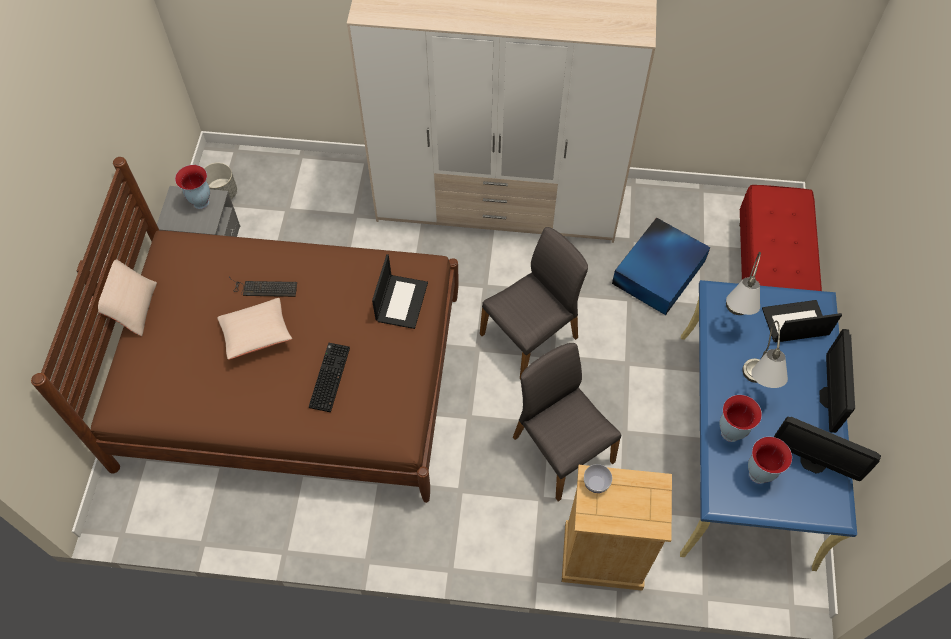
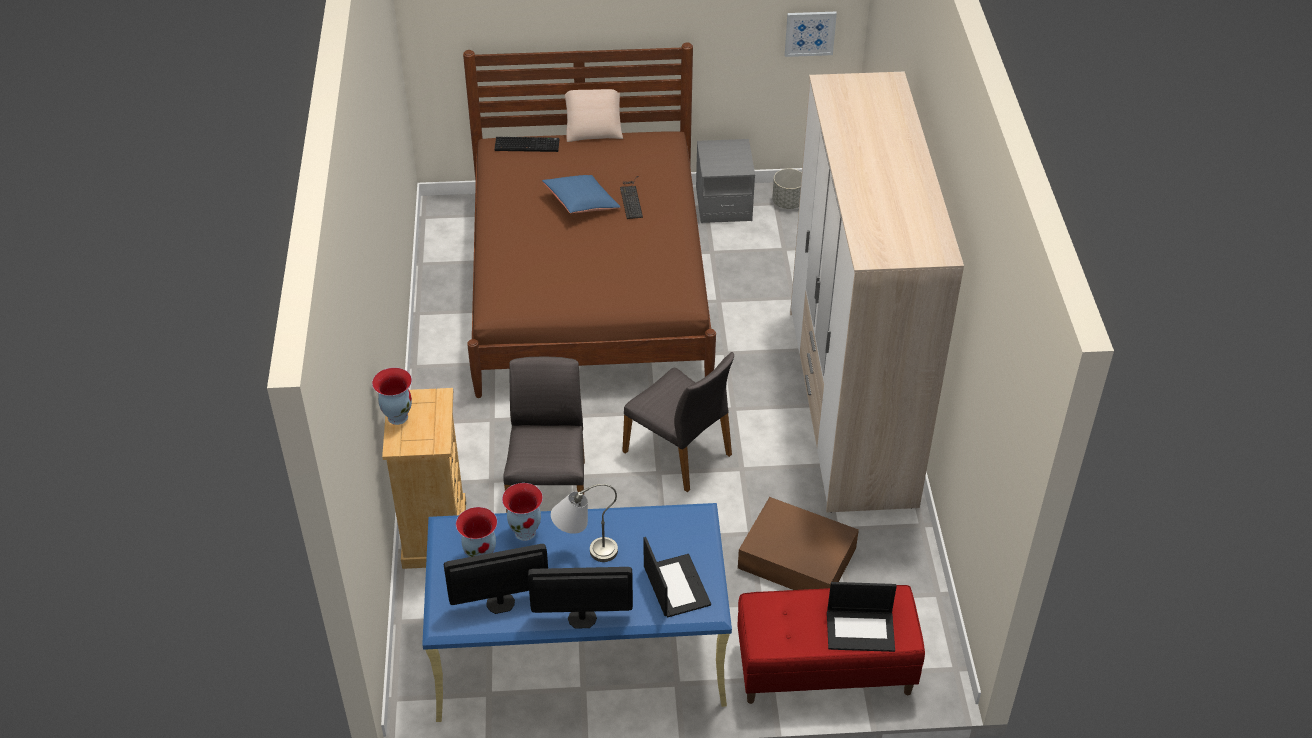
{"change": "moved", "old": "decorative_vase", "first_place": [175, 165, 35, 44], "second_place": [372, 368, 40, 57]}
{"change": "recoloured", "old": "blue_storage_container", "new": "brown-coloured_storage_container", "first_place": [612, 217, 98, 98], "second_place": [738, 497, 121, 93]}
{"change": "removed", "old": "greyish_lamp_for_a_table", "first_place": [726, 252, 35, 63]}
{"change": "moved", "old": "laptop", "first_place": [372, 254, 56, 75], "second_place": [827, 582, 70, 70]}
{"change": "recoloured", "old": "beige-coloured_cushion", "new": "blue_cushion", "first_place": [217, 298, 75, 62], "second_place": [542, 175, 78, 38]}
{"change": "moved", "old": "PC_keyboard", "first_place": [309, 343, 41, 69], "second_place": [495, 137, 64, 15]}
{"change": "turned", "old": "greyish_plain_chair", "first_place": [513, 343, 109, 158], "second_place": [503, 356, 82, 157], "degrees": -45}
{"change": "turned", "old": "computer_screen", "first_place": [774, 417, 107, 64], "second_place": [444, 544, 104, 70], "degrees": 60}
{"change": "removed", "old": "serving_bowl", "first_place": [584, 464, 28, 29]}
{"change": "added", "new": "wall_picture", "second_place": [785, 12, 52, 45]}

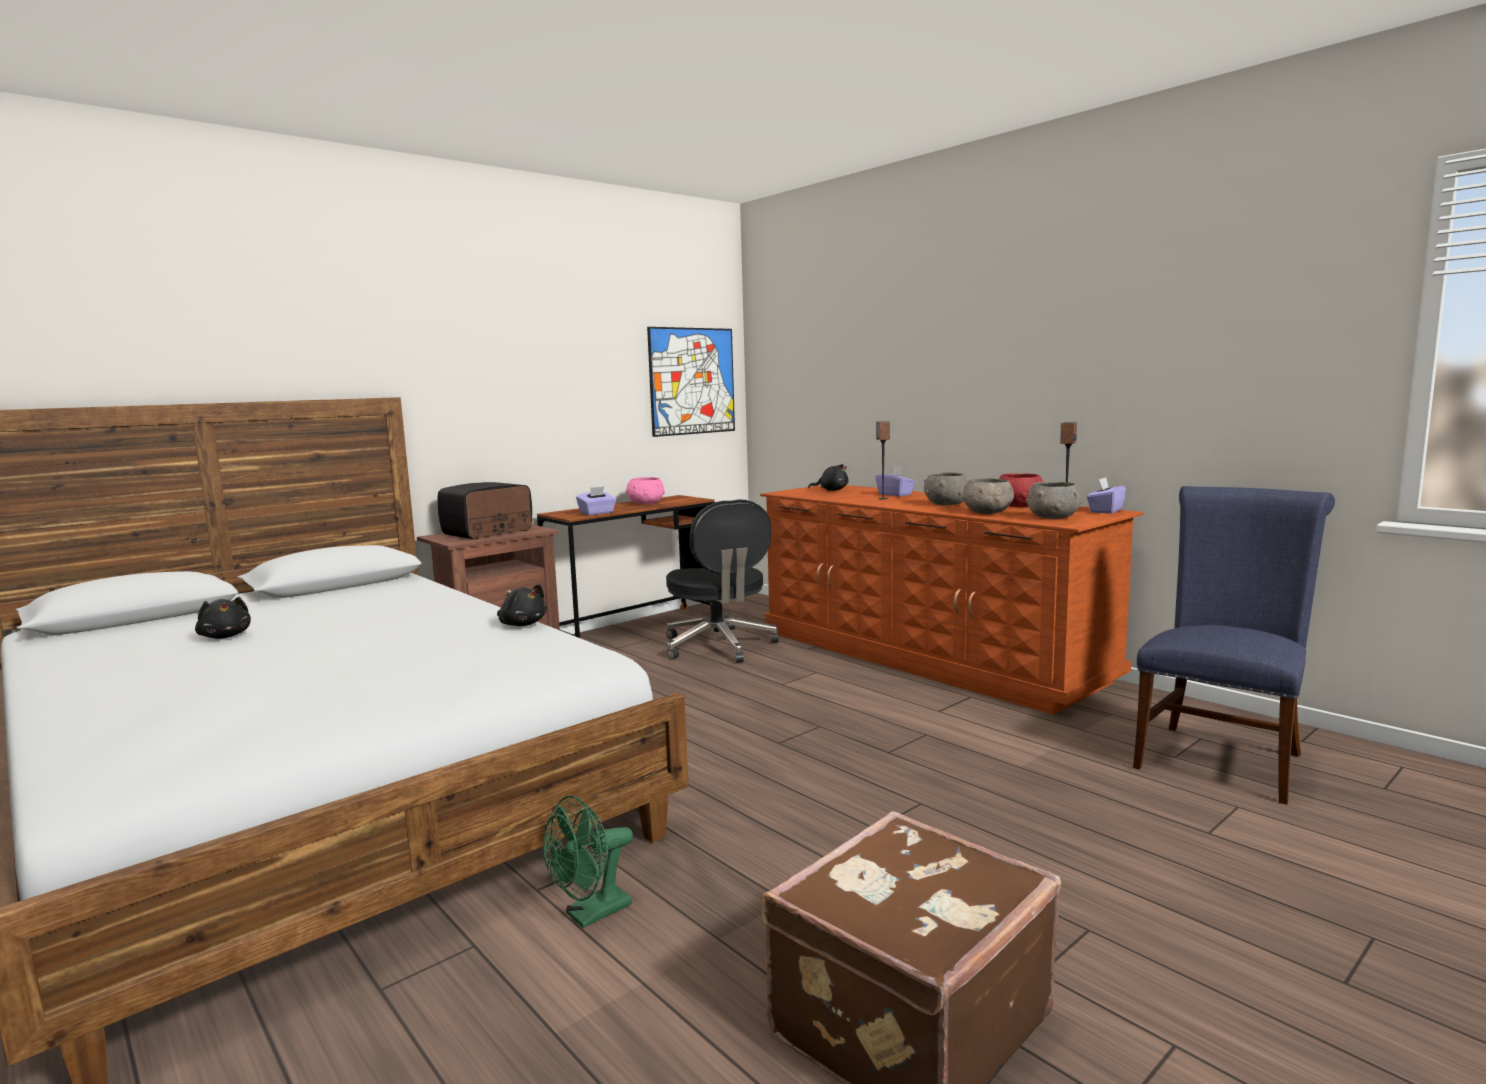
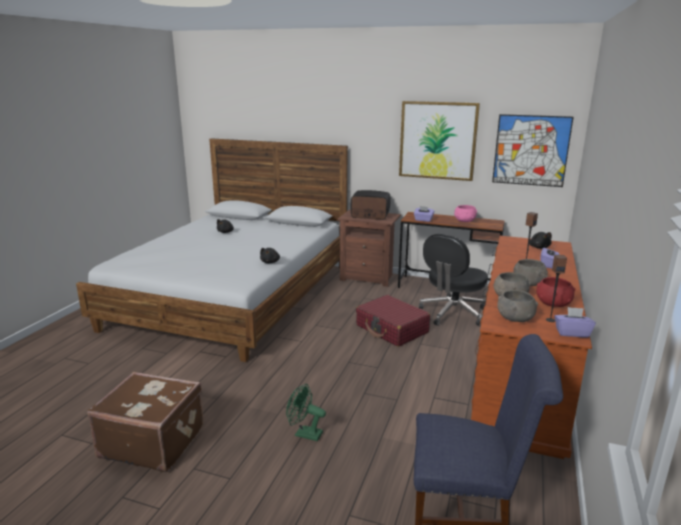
{"change": "moved", "old": "green-coloured_electric_fan", "first_place": [543, 795, 90, 133], "second_place": [286, 384, 40, 57]}
{"change": "added", "new": "wall_picture", "second_place": [399, 101, 81, 80]}
{"change": "added", "new": "reddish_piece_of_luggage", "second_place": [356, 295, 74, 52]}

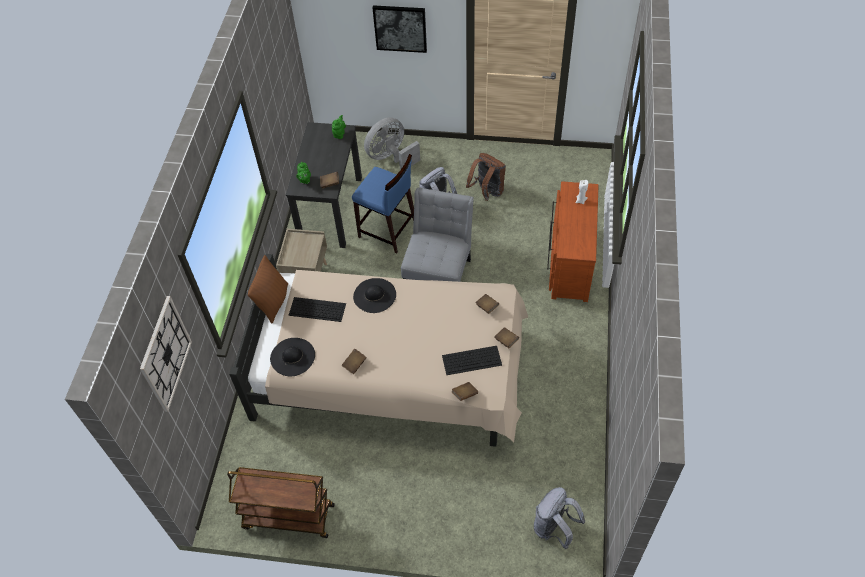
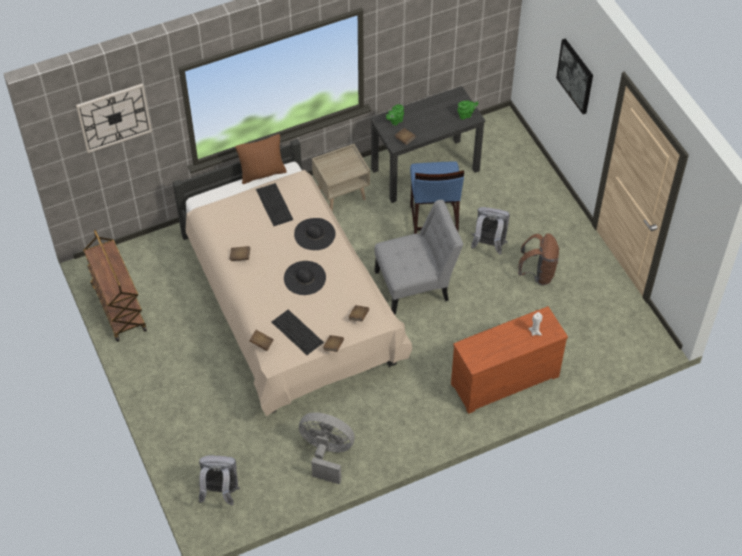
{"change": "moved", "old": "greyish_electric_fan", "first_place": [364, 117, 56, 53], "second_place": [299, 412, 56, 72]}
{"change": "moved", "old": "black_clothing_hat", "first_place": [270, 338, 45, 38], "second_place": [284, 261, 42, 34]}

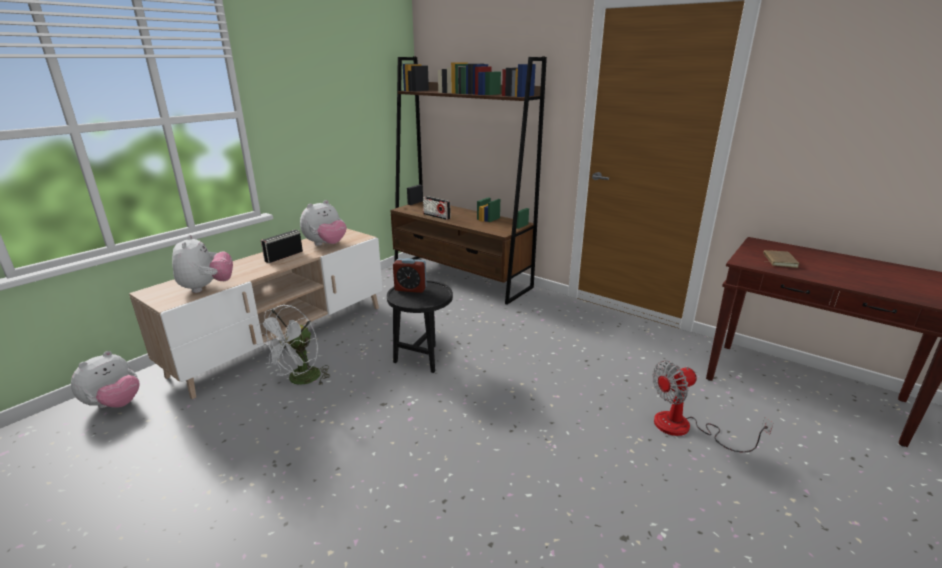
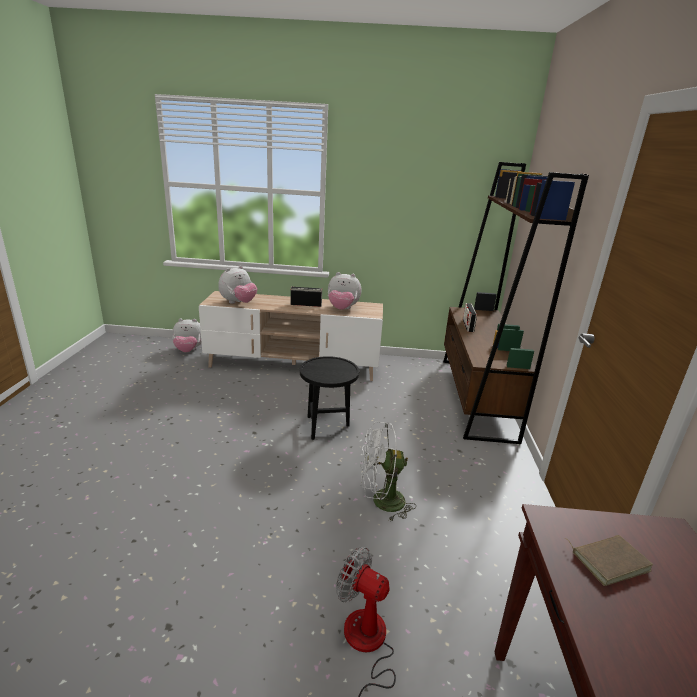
{"change": "removed", "old": "table_clock", "first_place": [393, 258, 34, 35]}
{"change": "moved", "old": "white-coloured_electric_fan", "first_place": [257, 305, 73, 80], "second_place": [360, 421, 56, 101]}

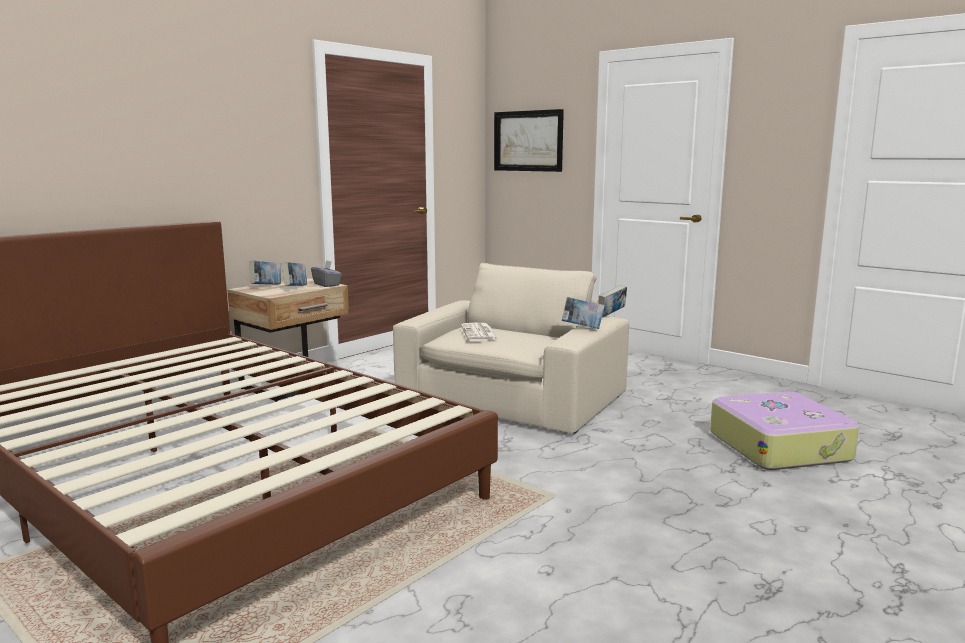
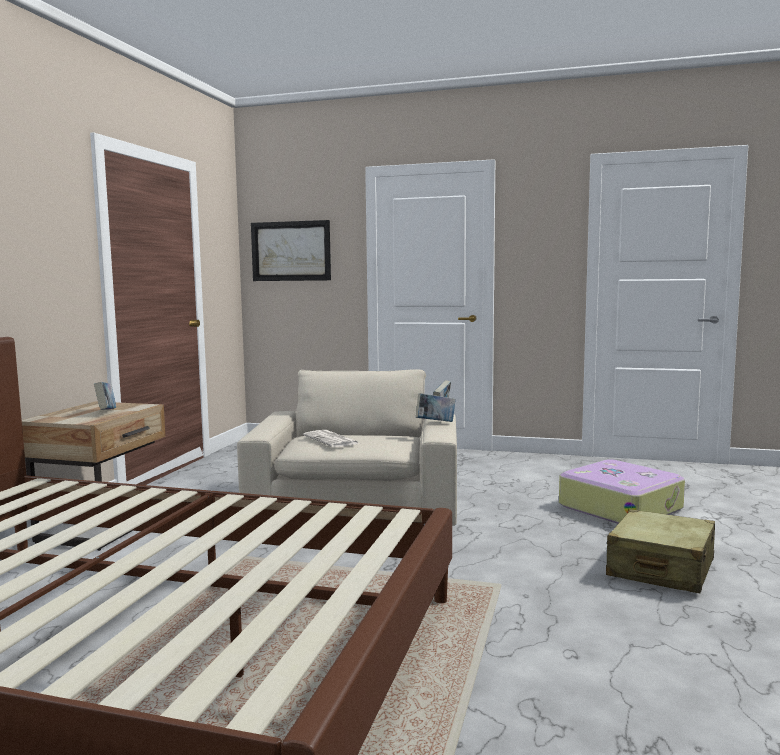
{"change": "removed", "old": "greyish_box_of_tissues", "first_place": [311, 260, 31, 27]}
{"change": "removed", "old": "bound_book", "first_place": [249, 261, 32, 24]}
{"change": "added", "new": "beige-coloured_piece_of_luggage", "second_place": [606, 509, 109, 84]}

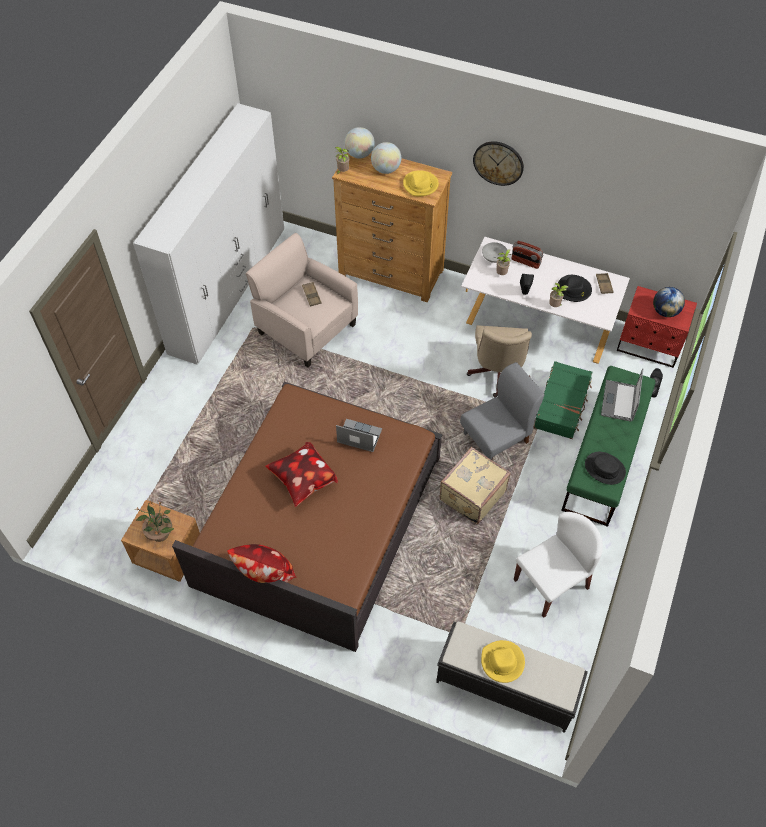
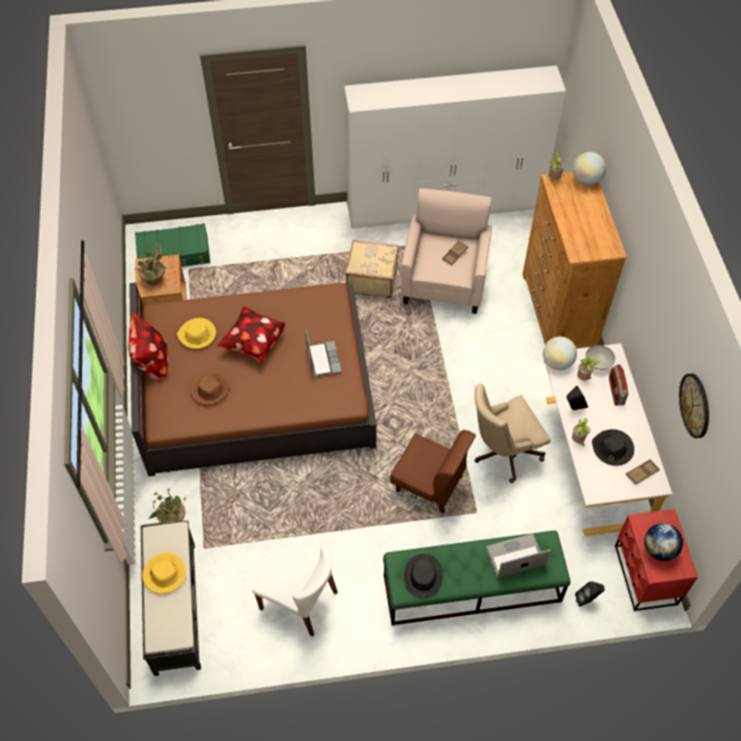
{"change": "moved", "old": "clock_on_the_wall", "first_place": [473, 141, 51, 45], "second_place": [679, 373, 30, 65]}
{"change": "moved", "old": "world_globe", "first_place": [371, 142, 30, 32], "second_place": [543, 337, 34, 33]}
{"change": "moved", "old": "yellow-coloured_clothing_hat", "first_place": [403, 170, 36, 26], "second_place": [177, 318, 39, 31]}
{"change": "moved", "old": "green-coloured_piece_of_luggage", "first_place": [533, 361, 60, 78], "second_place": [135, 223, 75, 44]}
{"change": "recoloured", "old": "greyish_plain_chair", "new": "brown-coloured_plain_chair", "first_place": [460, 362, 84, 98], "second_place": [390, 430, 86, 83]}
{"change": "moved", "old": "beige-coloured_piece_of_luggage", "first_place": [439, 447, 72, 78], "second_place": [345, 240, 54, 59]}
{"change": "added", "new": "brown-coloured_clothing_hat", "second_place": [190, 372, 40, 33]}
{"change": "added", "new": "houseplant", "second_place": [149, 488, 38, 35]}

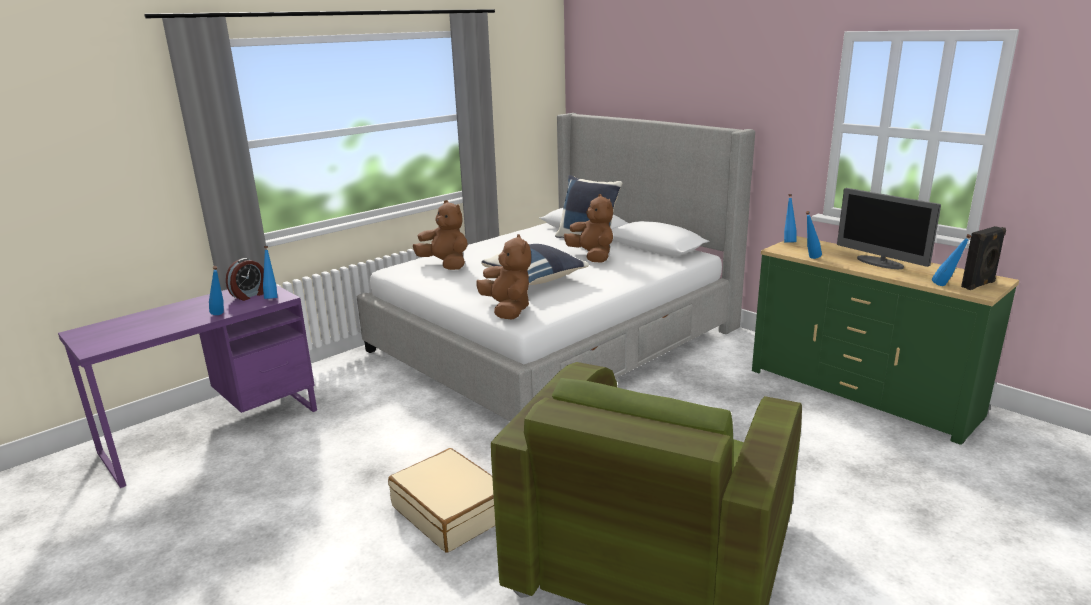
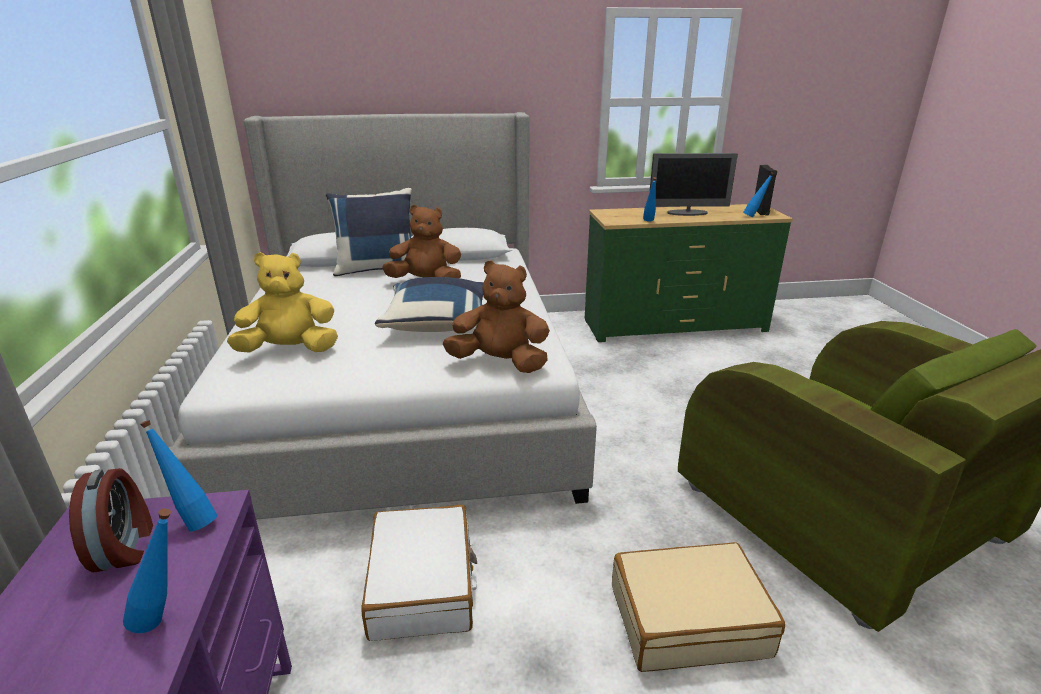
{"change": "removed", "old": "blue_bottle", "first_place": [784, 194, 13, 49]}
{"change": "recoloured", "old": "brown-coloured_plush_toy", "new": "yellow-coloured_plush_toy", "first_place": [413, 200, 55, 70], "second_place": [227, 252, 111, 101]}
{"change": "added", "new": "white-coloured_piece_of_luggage", "second_place": [361, 505, 116, 136]}

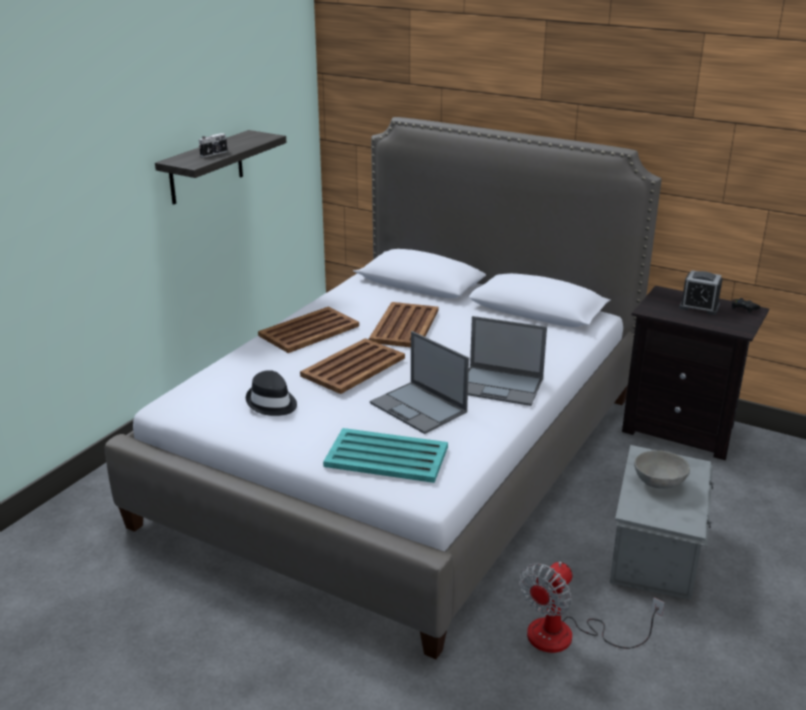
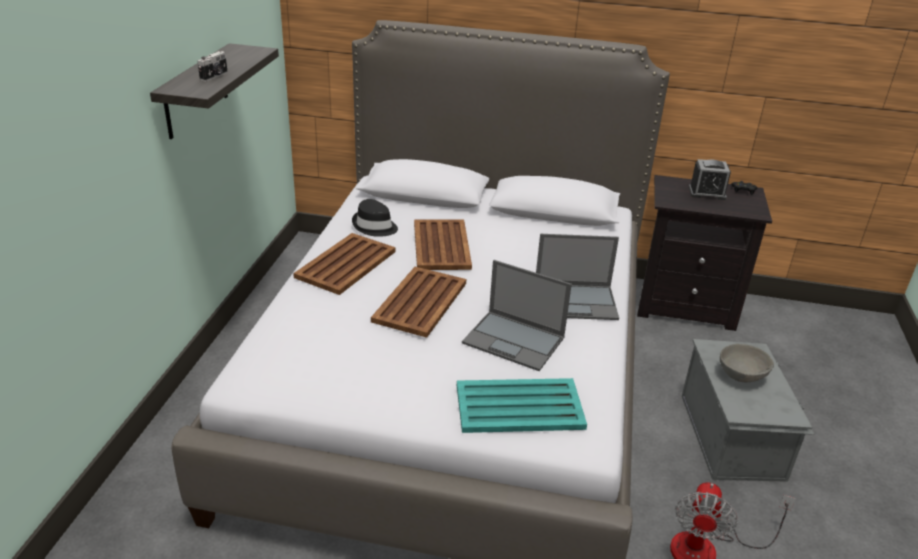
{"change": "moved", "old": "black_clothing_hat", "first_place": [246, 370, 51, 46], "second_place": [352, 199, 46, 38]}

